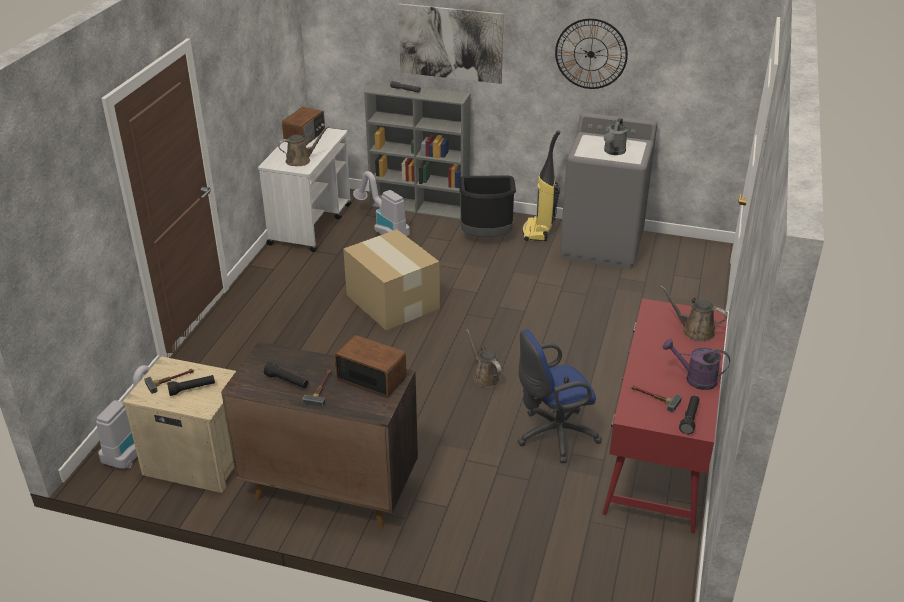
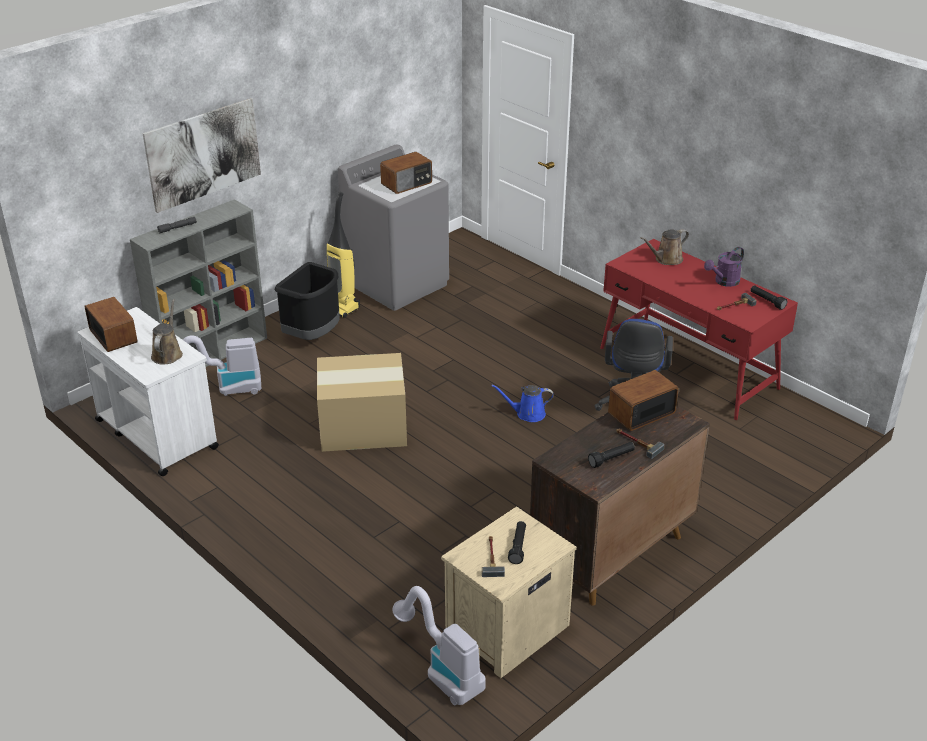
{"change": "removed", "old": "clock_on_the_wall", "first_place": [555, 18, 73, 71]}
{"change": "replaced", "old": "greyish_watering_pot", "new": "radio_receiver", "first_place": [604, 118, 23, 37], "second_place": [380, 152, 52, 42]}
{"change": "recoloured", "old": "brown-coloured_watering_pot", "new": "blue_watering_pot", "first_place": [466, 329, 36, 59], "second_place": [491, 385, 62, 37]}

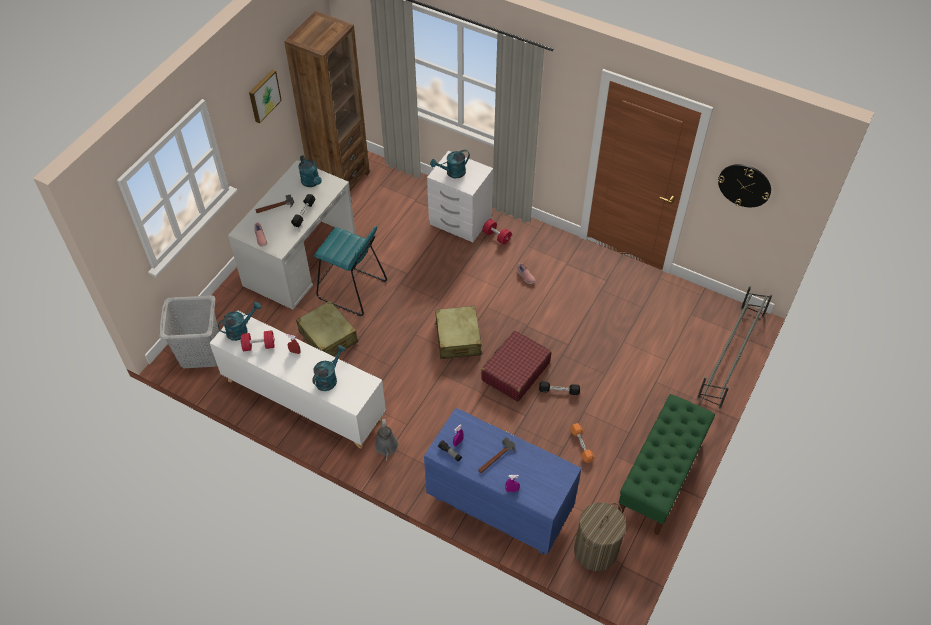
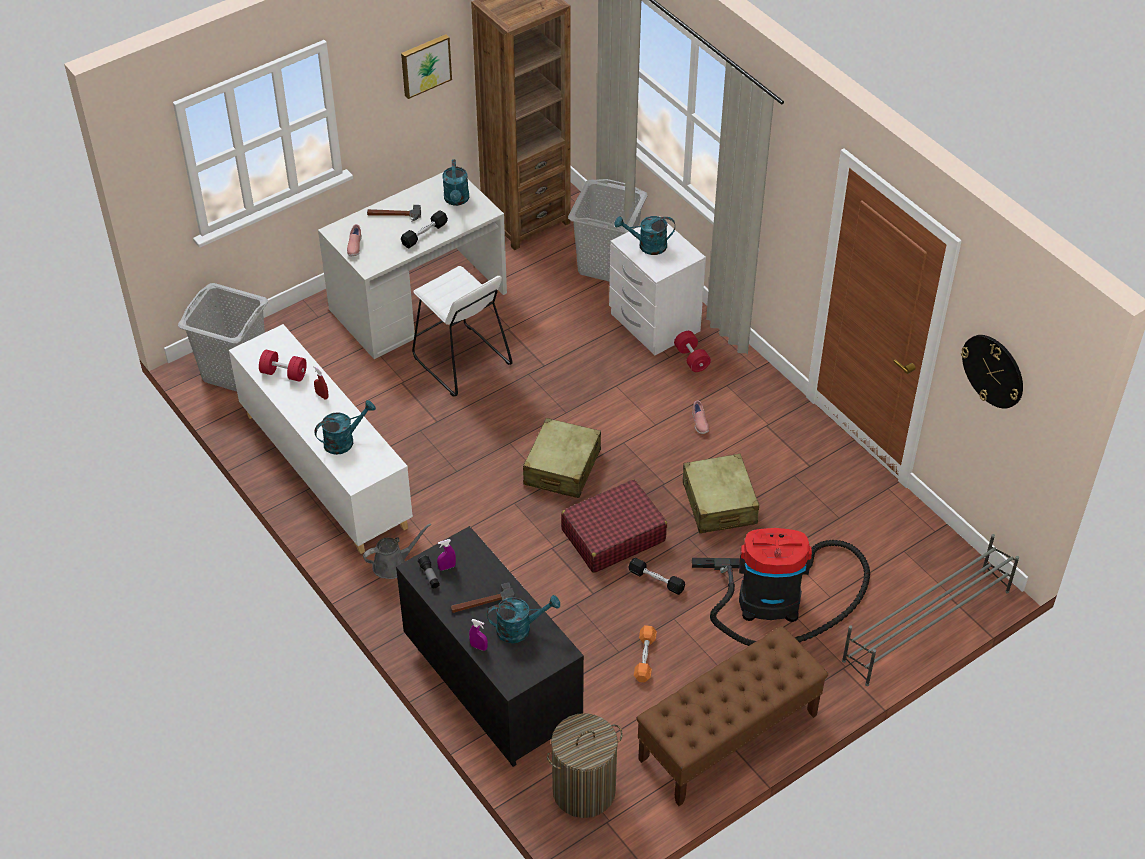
{"change": "recoloured", "old": "blue-green_stool_seat", "new": "white-coloured_stool_seat", "first_place": [314, 226, 73, 90], "second_place": [412, 266, 100, 131]}
{"change": "moved", "old": "beige-coloured_piece_of_luggage", "first_place": [296, 301, 62, 55], "second_place": [683, 454, 76, 79]}
{"change": "moved", "old": "blue-green_watering_pot", "first_place": [218, 302, 44, 39], "second_place": [487, 595, 73, 48]}
{"change": "recoloured", "old": "green-coloured_indoor_bench", "new": "brown-coloured_indoor_bench", "first_place": [618, 394, 97, 141], "second_place": [636, 626, 192, 180]}
{"change": "recoloured", "old": "blue_drawer_chest", "new": "black_drawer_chest", "first_place": [424, 408, 158, 147], "second_place": [396, 526, 188, 241]}
{"change": "turned", "old": "greyish_watering_pot", "first_place": [375, 419, 23, 42], "second_place": [363, 523, 68, 56], "degrees": -135}
{"change": "added", "new": "greyish_washing_basket", "second_place": [568, 179, 80, 103]}
{"change": "added", "new": "hoover", "second_place": [692, 528, 178, 118]}

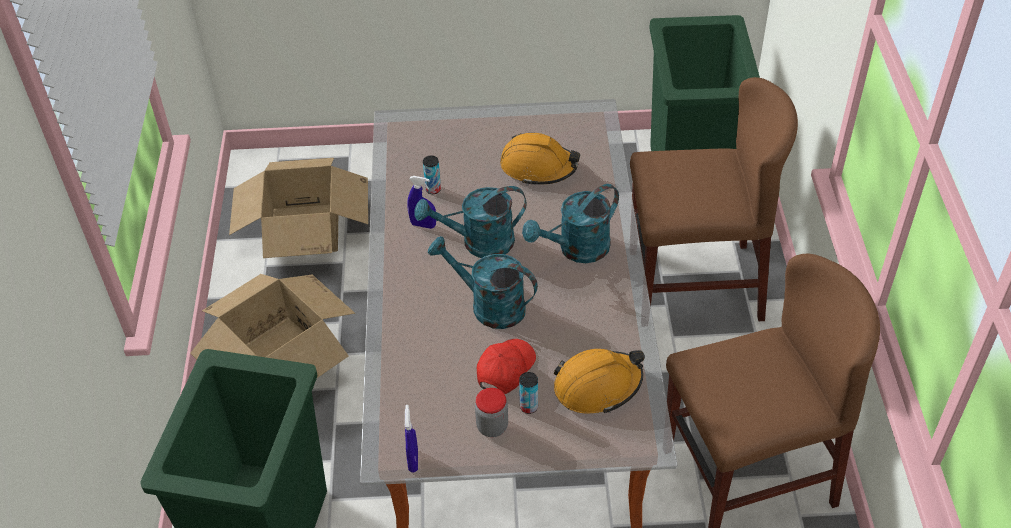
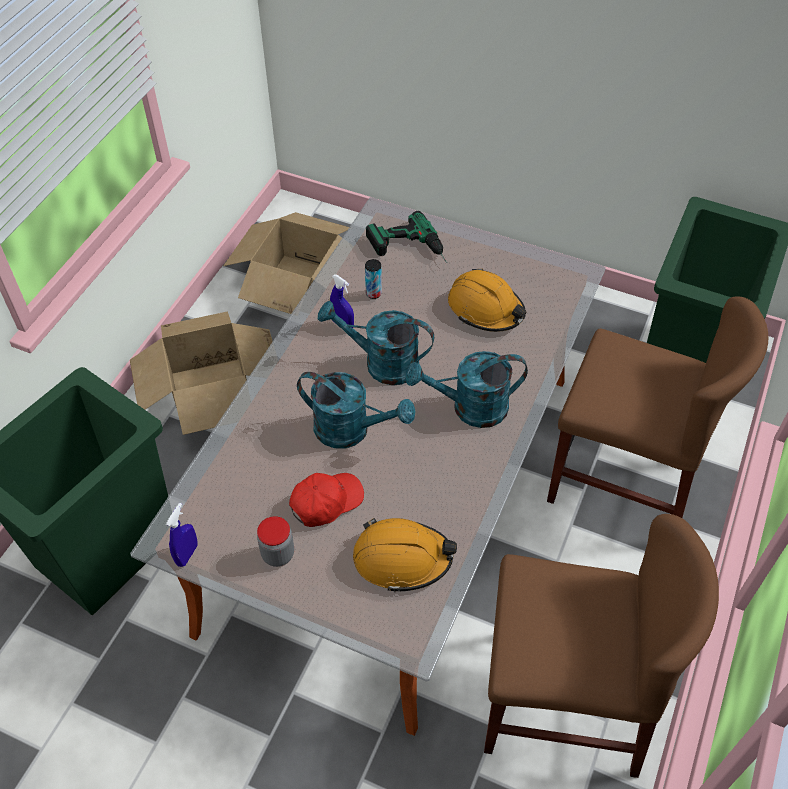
{"change": "turned", "old": "blue-green_watering_pot", "first_place": [428, 236, 110, 93], "second_place": [297, 372, 119, 76], "degrees": 150}
{"change": "removed", "old": "metal_can", "first_place": [519, 372, 19, 42]}
{"change": "added", "new": "drill", "second_place": [366, 211, 81, 52]}

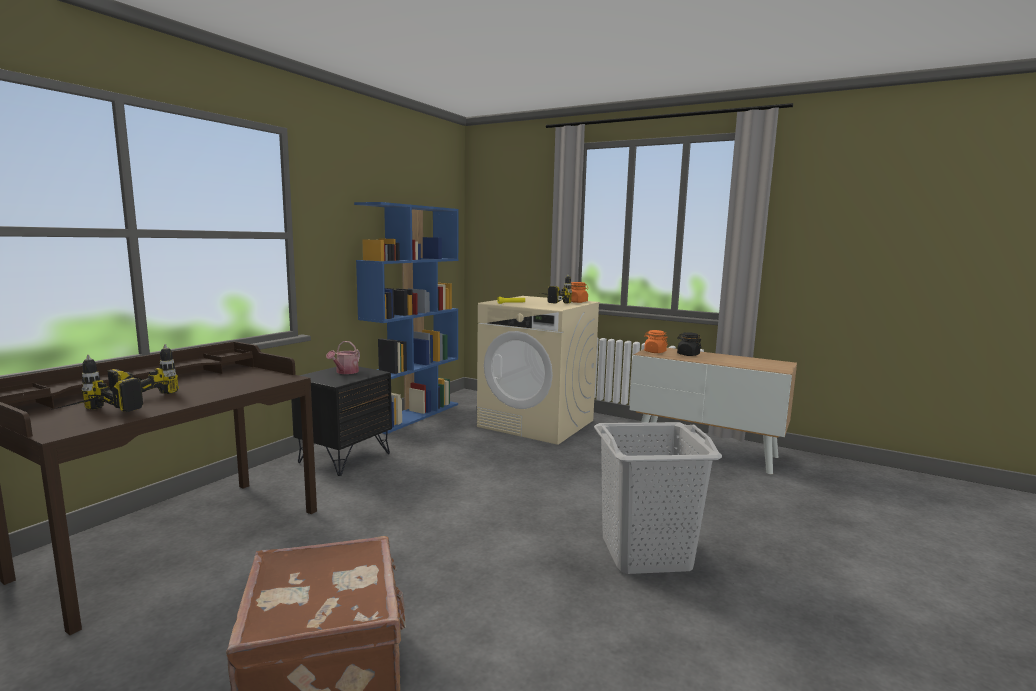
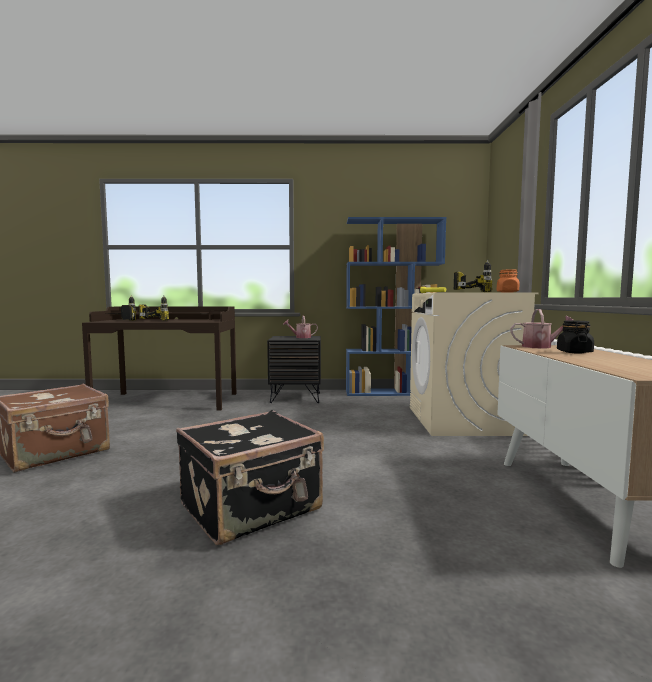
{"change": "replaced", "old": "orange_preserve_jar", "new": "watering_pot", "first_place": [644, 330, 24, 23], "second_place": [511, 309, 62, 40]}
{"change": "replaced", "old": "greyish_washing_basket", "new": "black_piece_of_luggage", "first_place": [594, 422, 128, 152], "second_place": [176, 410, 148, 135]}

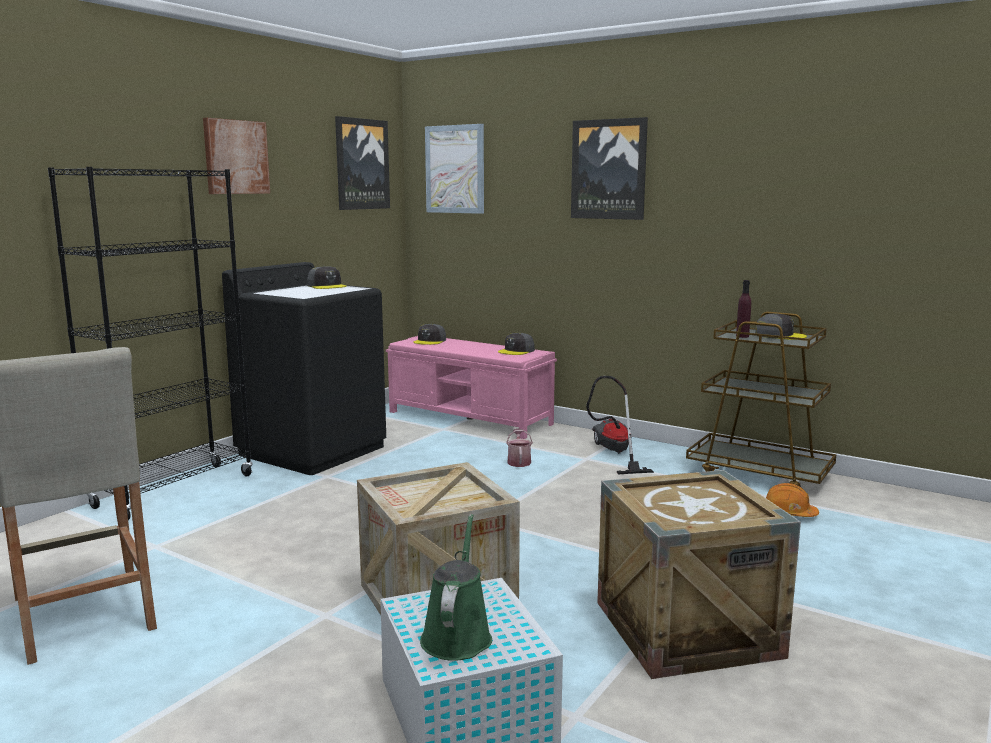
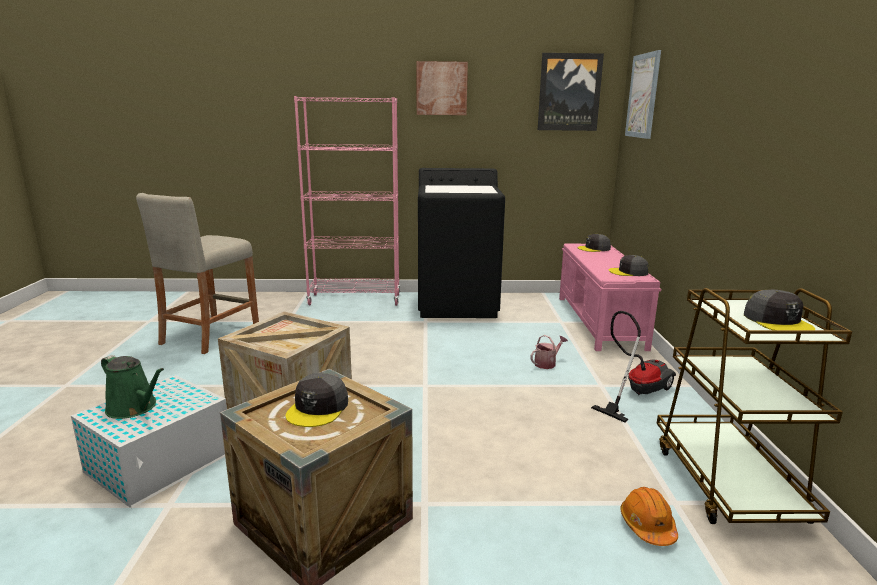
{"change": "removed", "old": "wall_picture", "first_place": [571, 117, 77, 103]}
{"change": "recoloured", "old": "black_shelving_unit", "new": "pink-coloured_shelving_unit", "first_place": [48, 167, 204, 353], "second_place": [294, 96, 106, 210]}
{"change": "moved", "old": "greyish_baseball_cap", "first_place": [307, 266, 40, 23], "second_place": [286, 373, 62, 54]}
{"change": "removed", "old": "purplish_bottle", "first_place": [736, 280, 15, 58]}
{"change": "turned", "old": "green-coloured_watering_pot", "first_place": [420, 514, 72, 147], "second_place": [101, 355, 63, 64], "degrees": 60}

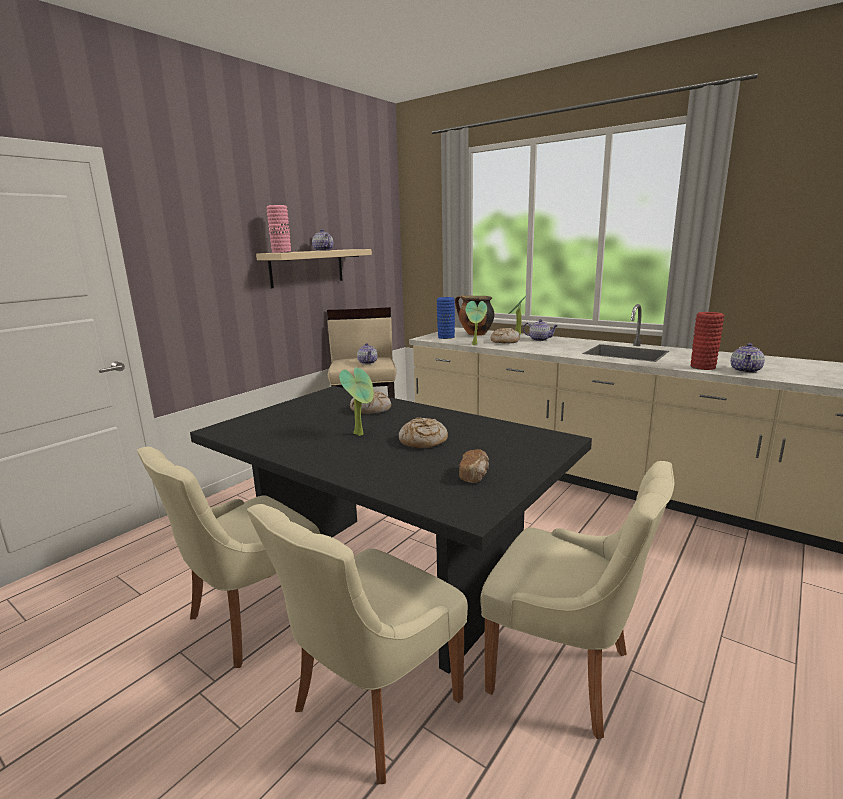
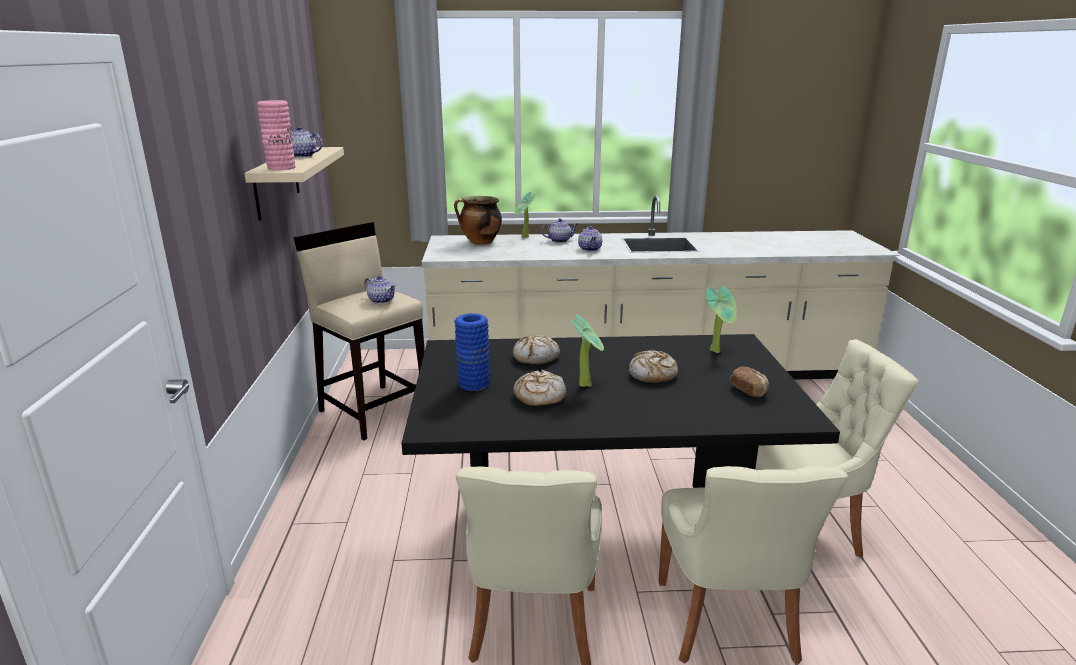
{"change": "moved", "old": "blue_decorative_vase", "first_place": [437, 297, 18, 42], "second_place": [454, 313, 36, 78]}
{"change": "moved", "old": "houseplant", "first_place": [465, 301, 22, 44], "second_place": [706, 286, 31, 67]}
{"change": "removed", "old": "reddish_decorative_vase", "first_place": [690, 312, 34, 58]}
{"change": "moved", "old": "bakery_bread", "first_place": [491, 328, 29, 15], "second_place": [513, 370, 54, 36]}
{"change": "moved", "old": "teapot", "first_place": [731, 343, 34, 30], "second_place": [578, 226, 24, 25]}

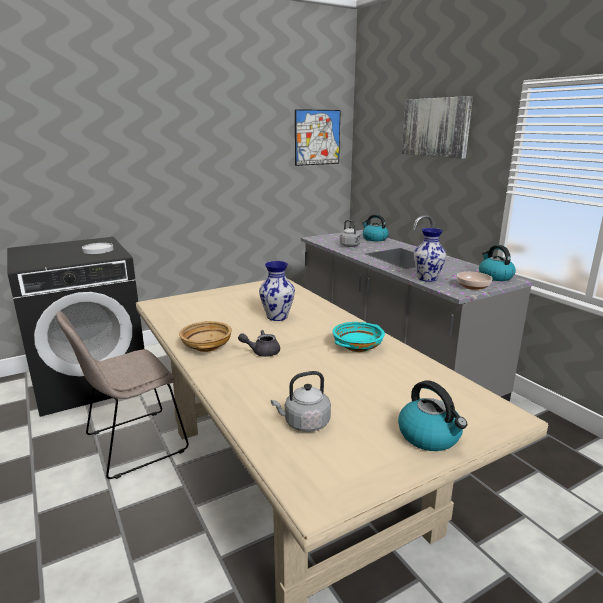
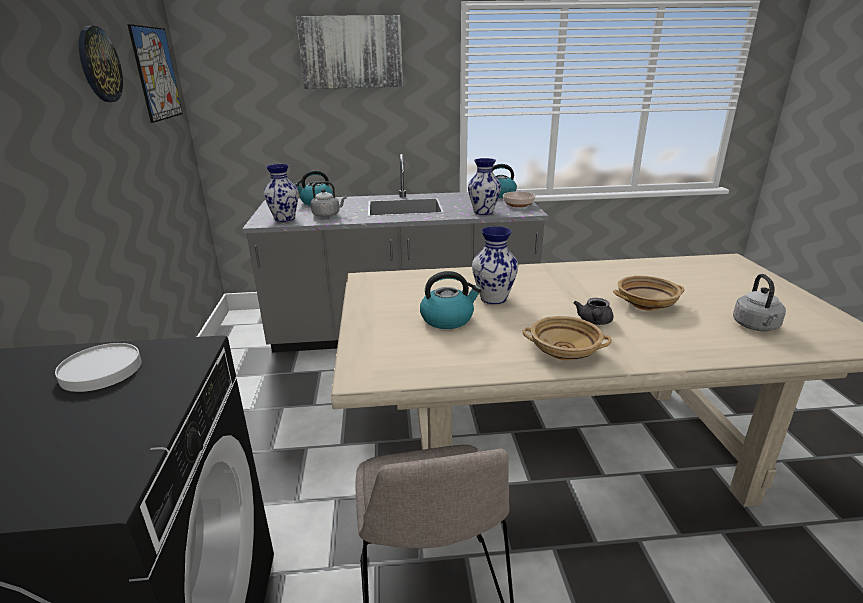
{"change": "removed", "old": "blue-green_serving_bowl", "first_place": [332, 322, 53, 30]}
{"change": "moved", "old": "water_kettle", "first_place": [398, 380, 69, 71], "second_place": [420, 271, 62, 58]}
{"change": "added", "new": "clock_on_the_wall", "second_place": [79, 26, 44, 76]}
{"change": "added", "new": "decorative_vase", "second_place": [264, 164, 35, 58]}
{"change": "added", "new": "beige-coloured_serving_bowl", "second_place": [613, 276, 71, 35]}

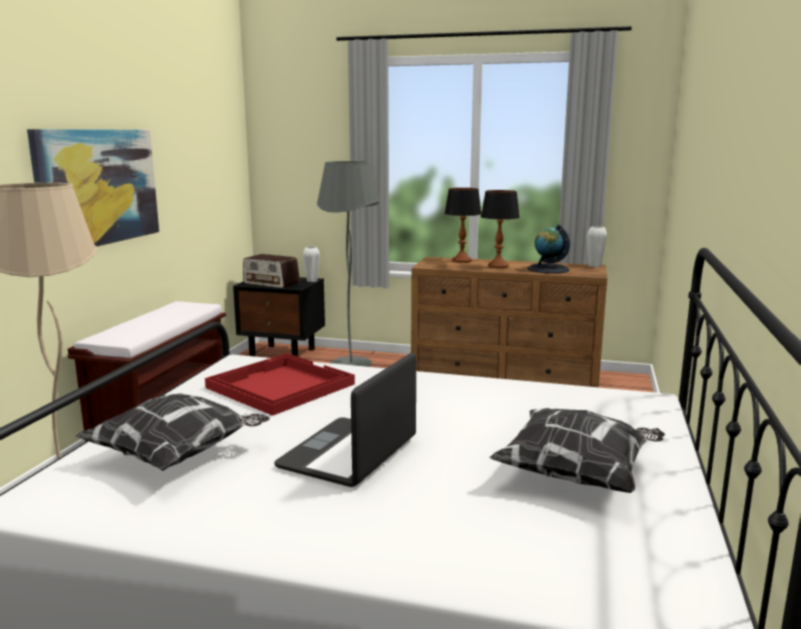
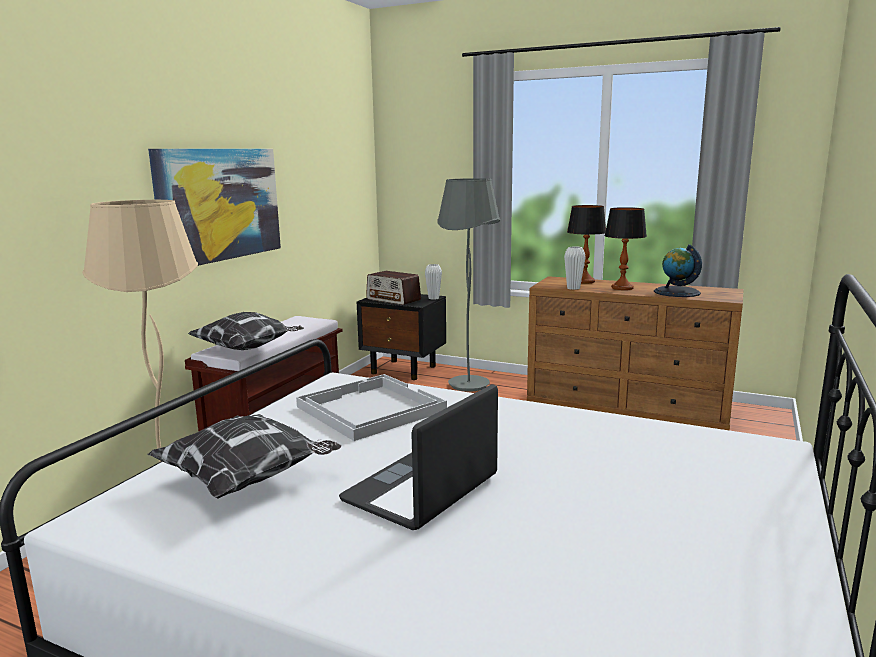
{"change": "moved", "old": "white-coloured_decorative_vase", "first_place": [587, 226, 20, 41], "second_place": [564, 247, 22, 43]}
{"change": "recoloured", "old": "reddish_tray", "new": "white-coloured_tray", "first_place": [205, 353, 150, 63], "second_place": [296, 374, 151, 67]}
{"change": "moved", "old": "cushion", "first_place": [490, 408, 175, 85], "second_place": [188, 312, 116, 38]}

